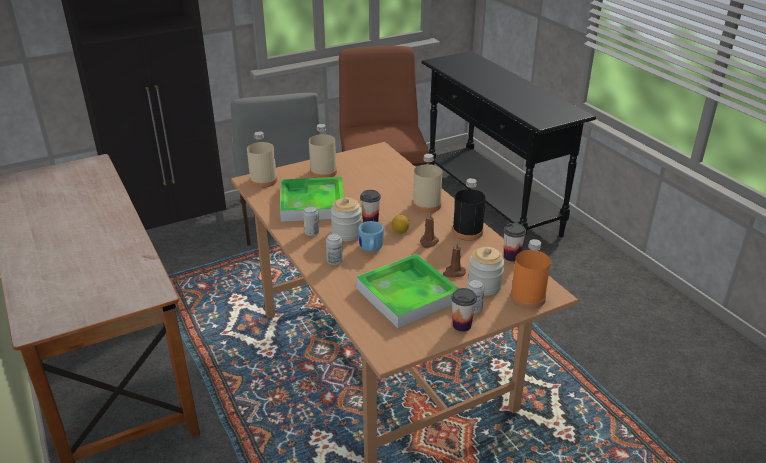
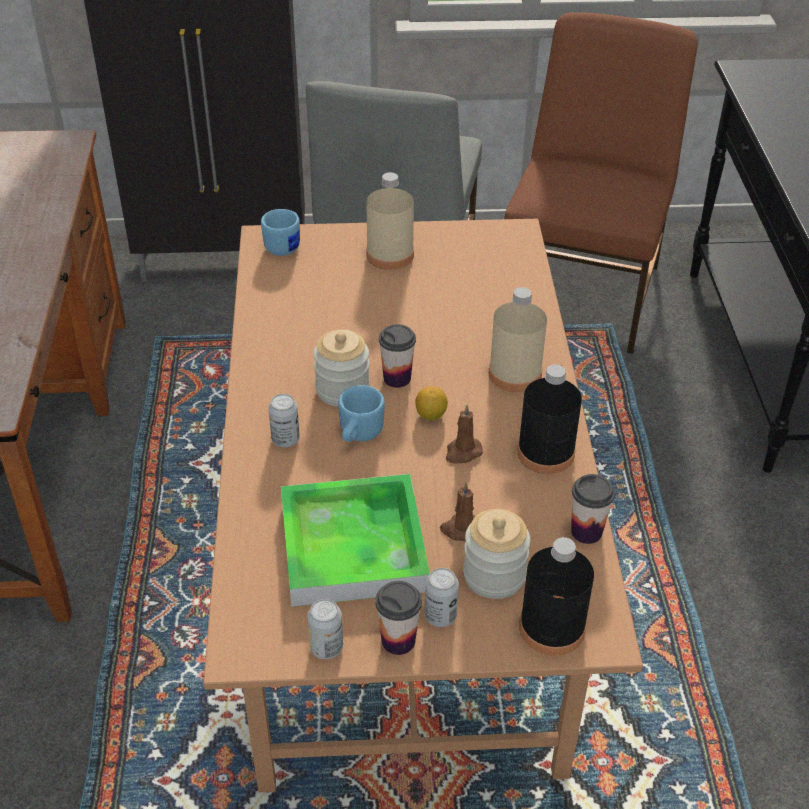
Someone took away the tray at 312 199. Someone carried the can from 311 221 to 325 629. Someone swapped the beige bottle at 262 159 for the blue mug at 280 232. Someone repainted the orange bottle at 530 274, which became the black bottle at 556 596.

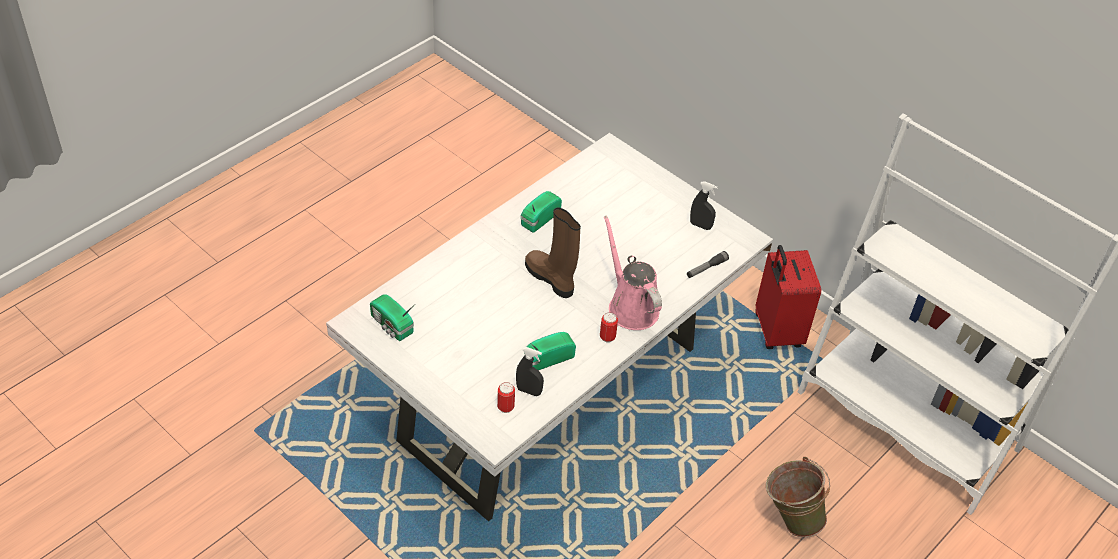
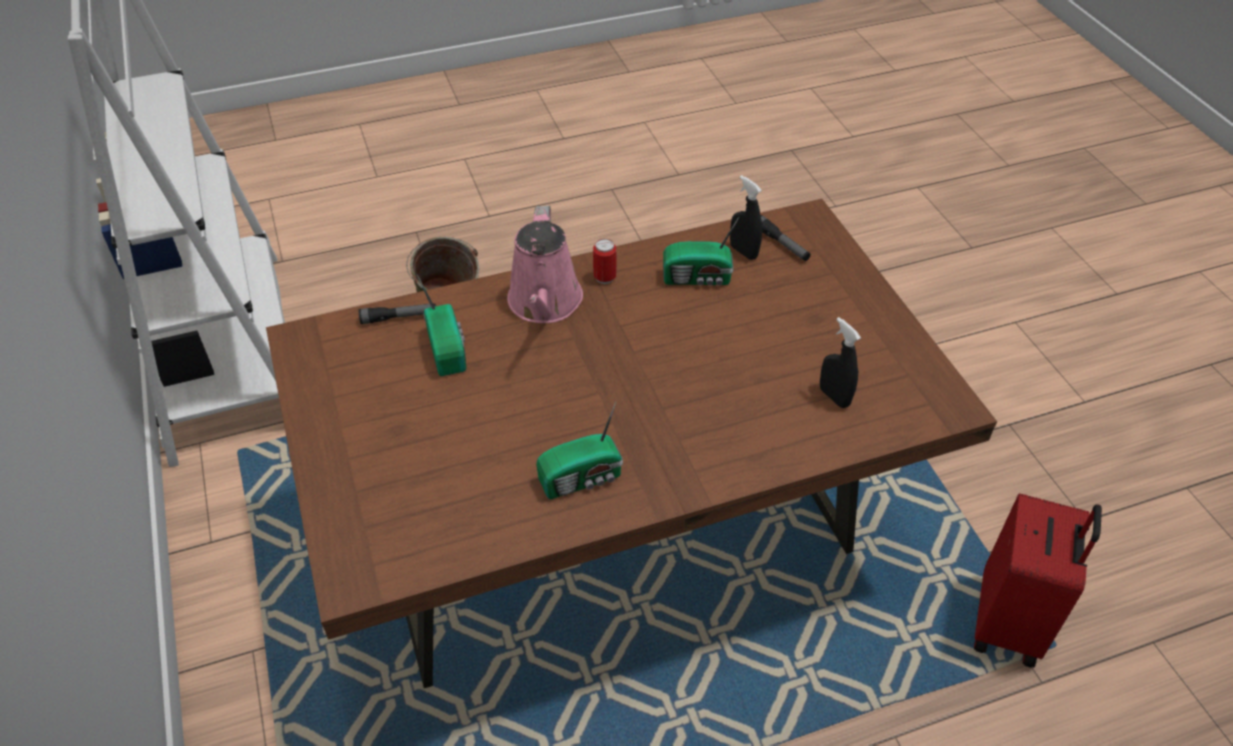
Someone took away the brown boot at 553 253. Someone carried the radio from 392 317 to 441 325. Someone carried the black spray bottle from 704 205 to 840 362. Someone carried the red suitcase from 788 297 to 1038 580. Someone swapped the can at 506 397 for the flashlight at 786 238. Someone repainted the white dining table at 549 327, which became the brown dining table at 631 443.

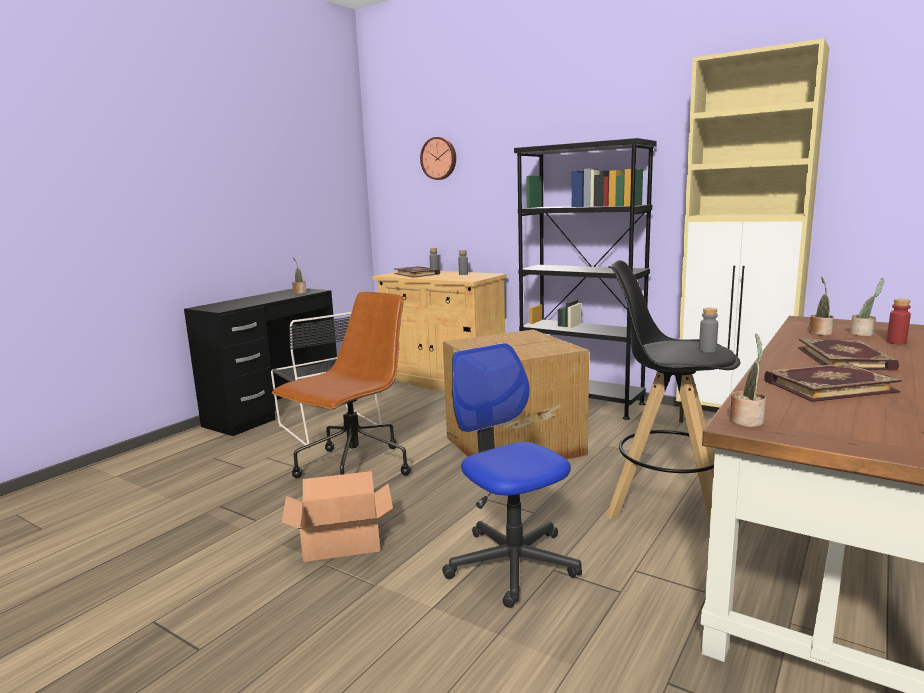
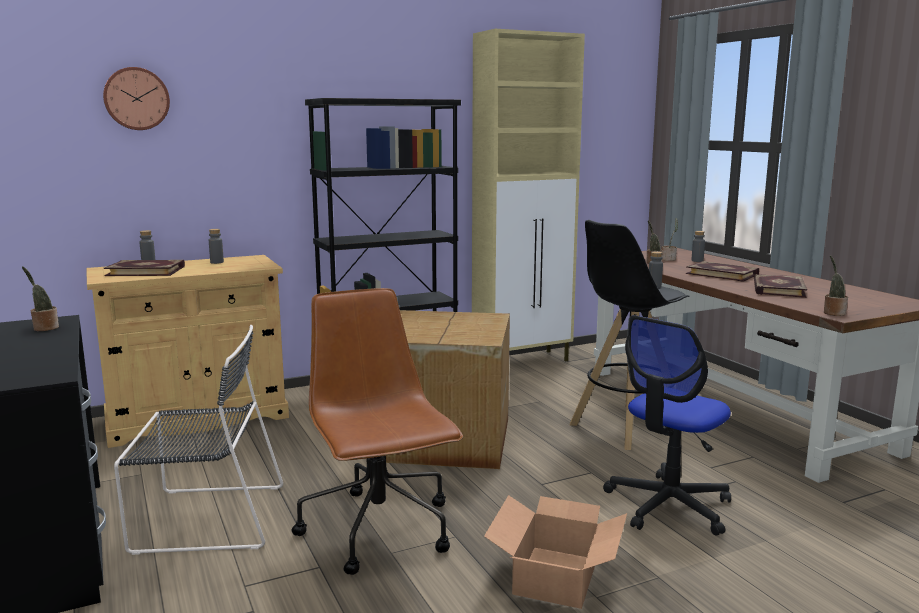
Someone repainted the red bottle at 899 321, which became the grey bottle at 698 246. Someone rotated the office chair at 512 475 by 45 degrees counterclockwise.

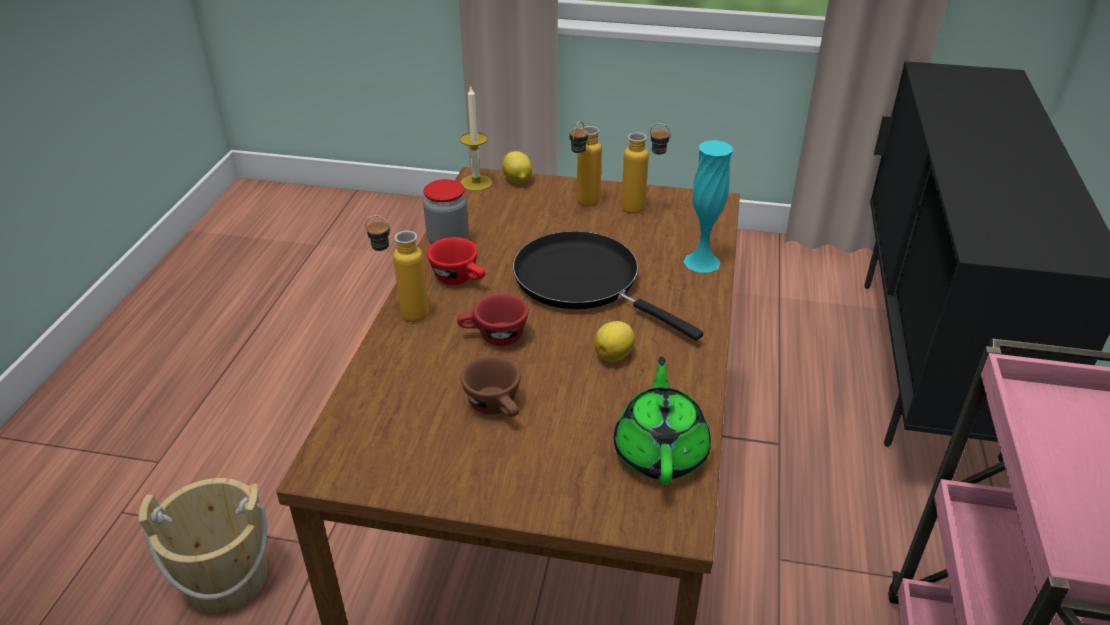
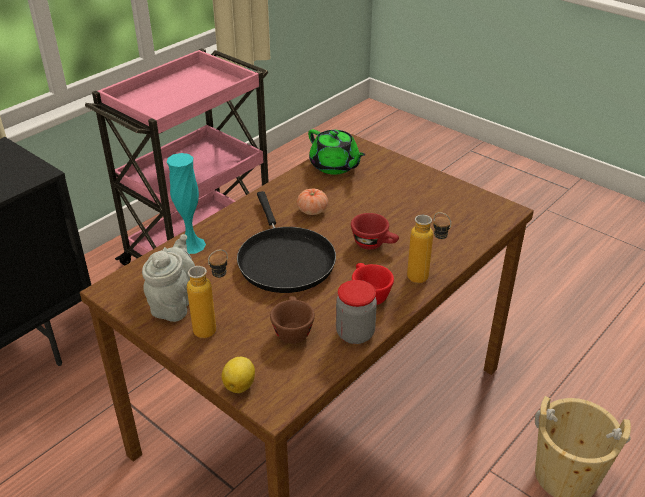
Someone took away the candle at 476 138. Someone carried the brown cup from 490 386 to 292 320. Someone swapped the lemon at 614 341 for the tomato at 312 201. Someone swapped the bottle at 646 168 for the grey teapot at 168 278. Someone rotated the green teapot at 662 421 by 75 degrees counterclockwise.

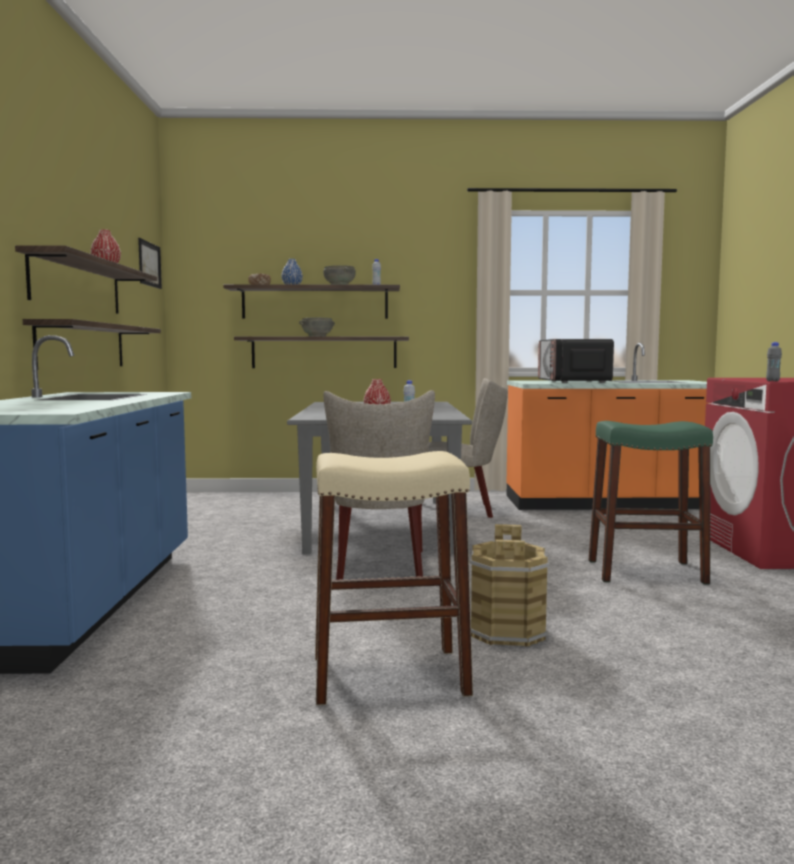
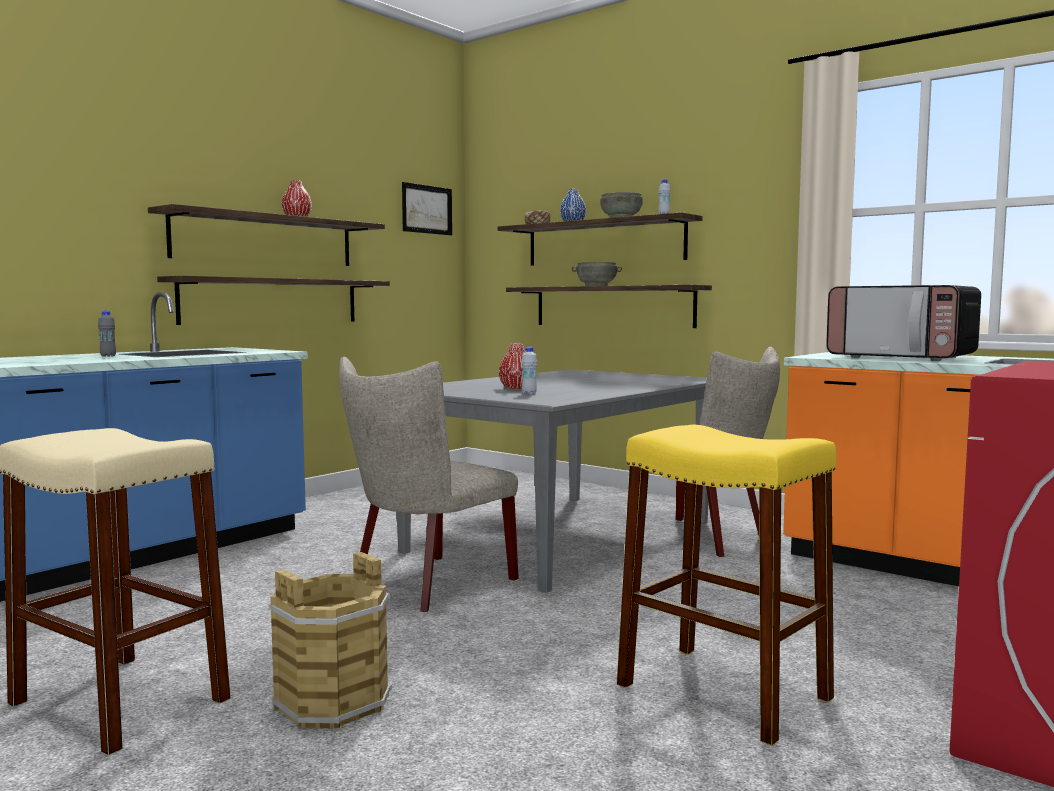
Someone carried the grey bottle from 774 361 to 107 333. Someone repainted the green stool at 651 502, which became the yellow stool at 726 585. Someone rotated the microwave at 576 361 by 90 degrees counterclockwise.

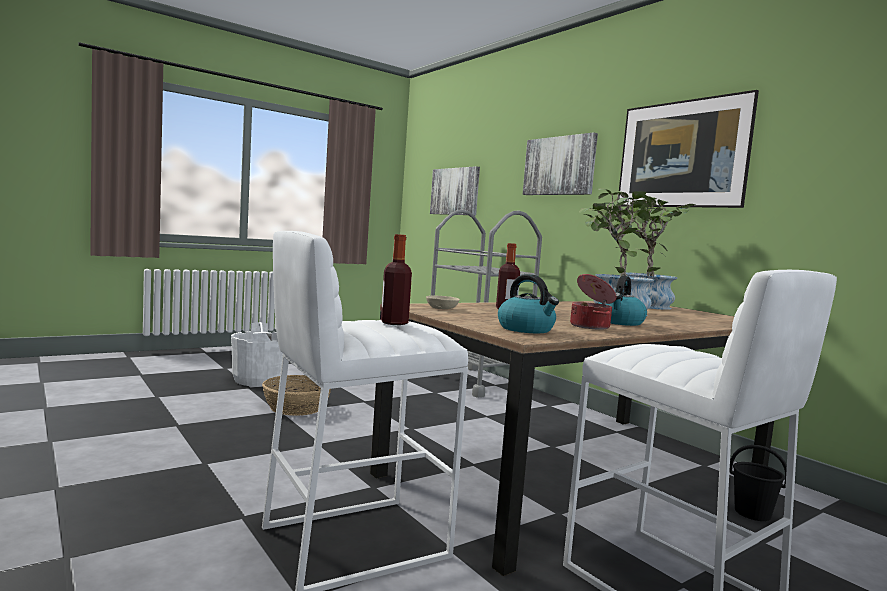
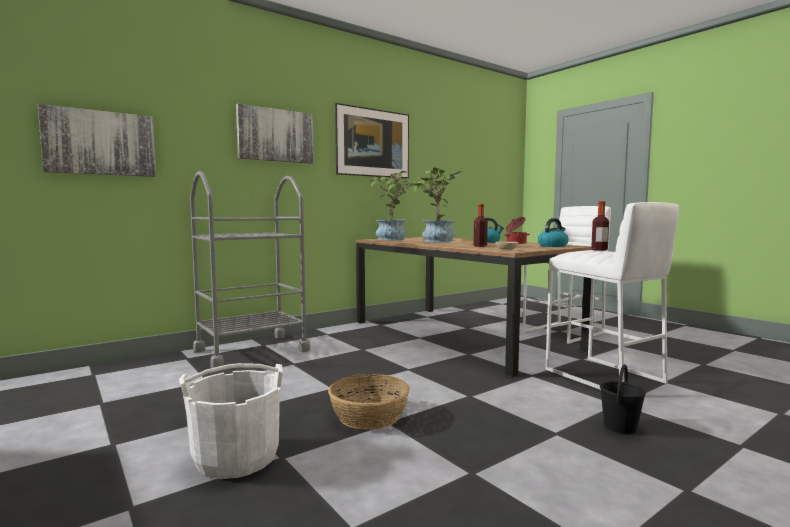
Someone carried the black bucket from 758 483 to 623 399.

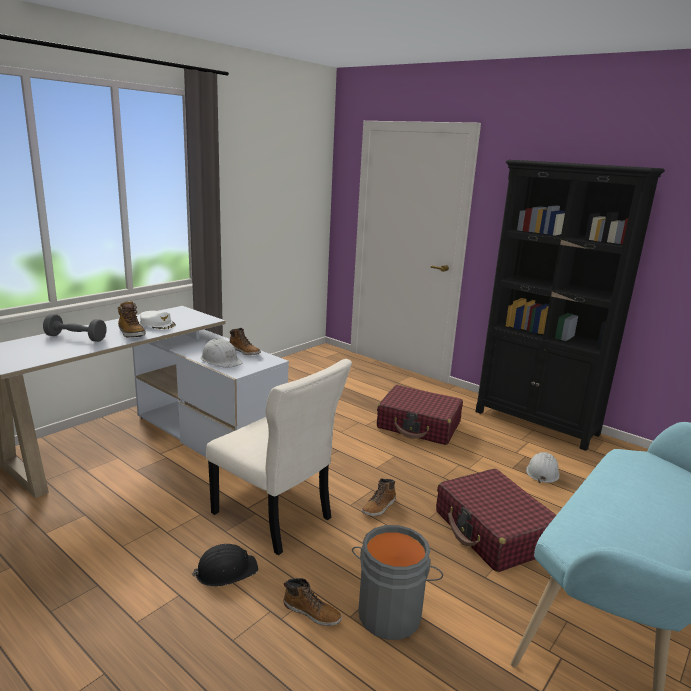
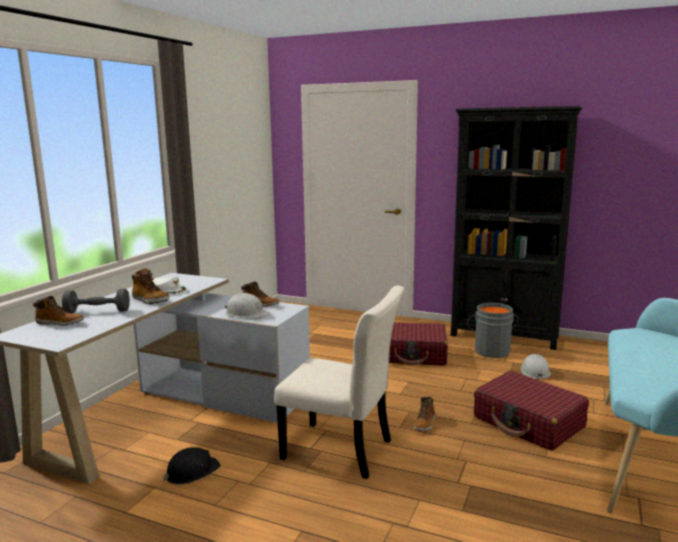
Someone carried the black hard hat from 225 565 to 192 465. Someone carried the boot from 313 602 to 58 311. Someone carried the grey bucket from 397 582 to 493 330.

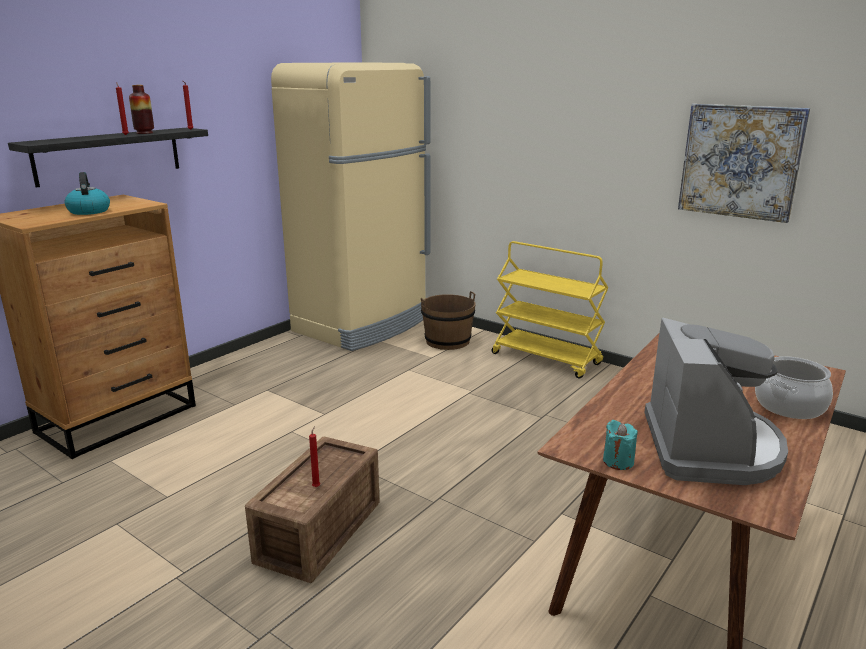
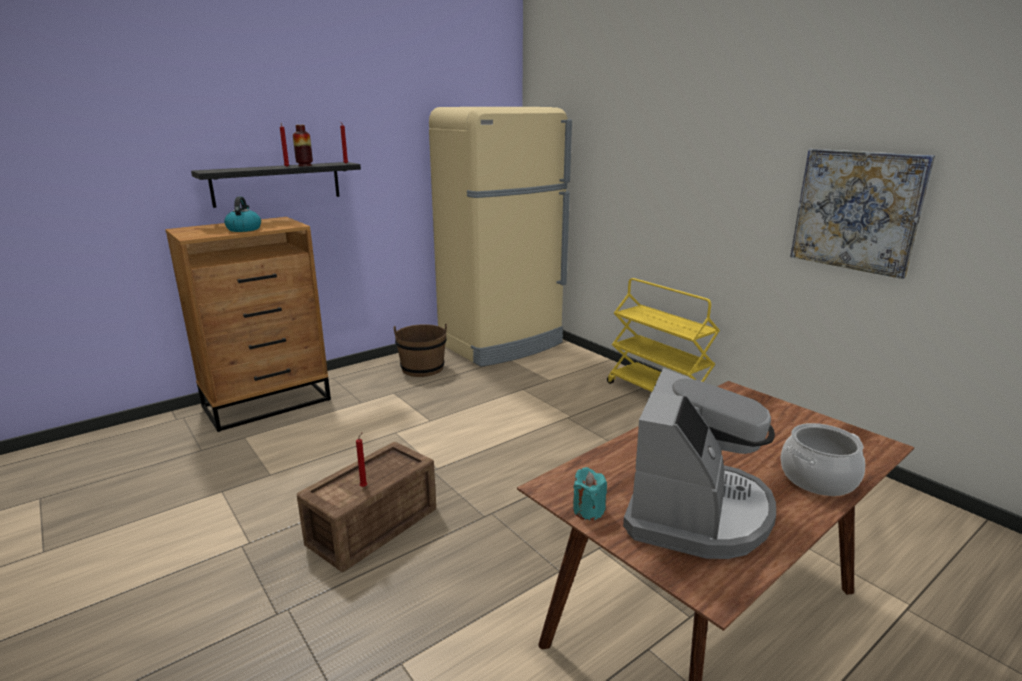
Someone carried the brown bucket from 448 320 to 420 350.

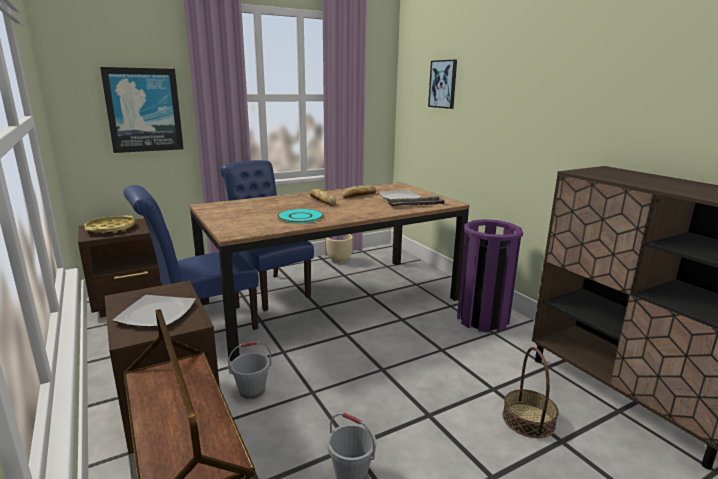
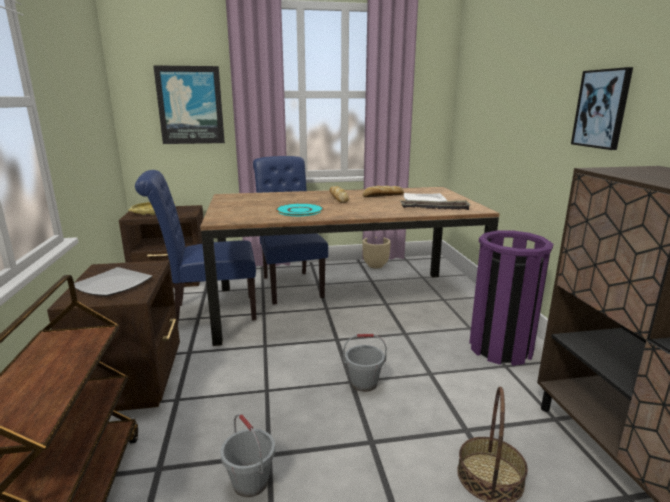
Someone carried the grey bucket from 249 370 to 365 363. Someone carried the picture from 442 84 to 602 108.

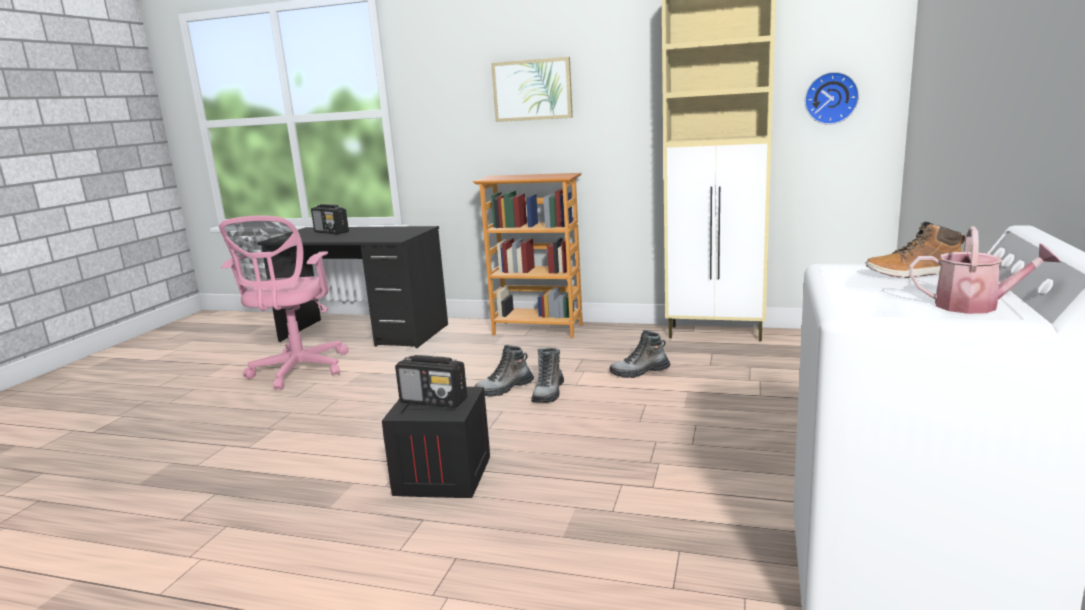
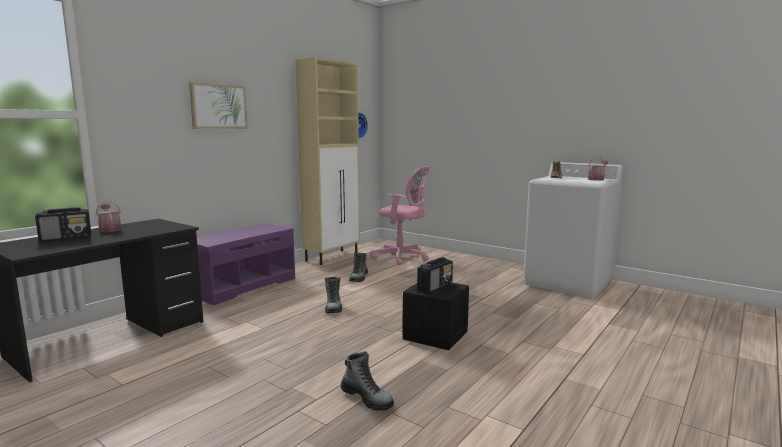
Someone put down the watering can at 109 216. Someone carried the pink office chair from 284 303 to 400 215. Someone carried the boot from 547 375 to 367 381. Someone swapped the bookcase at 528 255 for the purple bench at 246 264.

